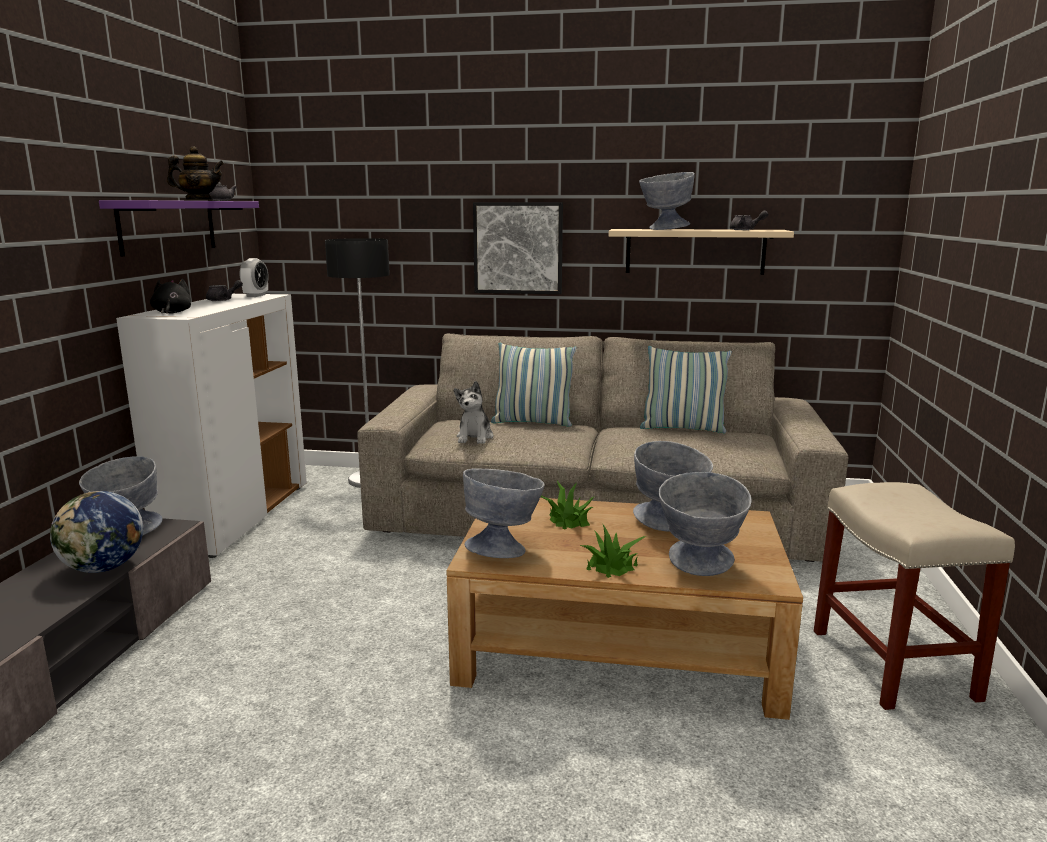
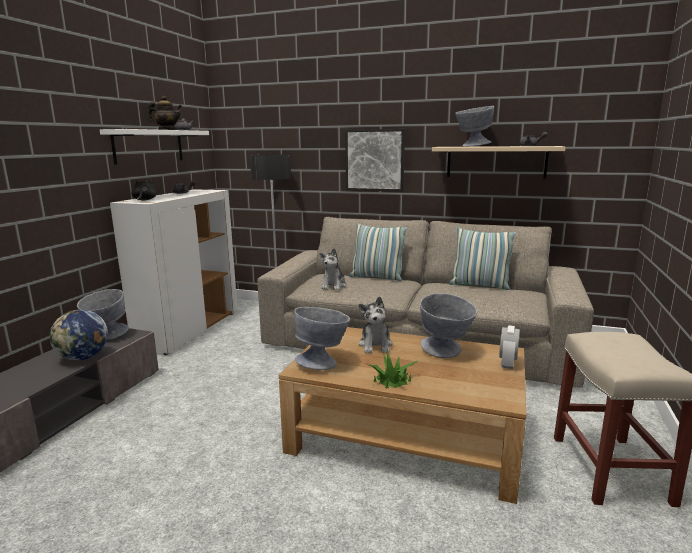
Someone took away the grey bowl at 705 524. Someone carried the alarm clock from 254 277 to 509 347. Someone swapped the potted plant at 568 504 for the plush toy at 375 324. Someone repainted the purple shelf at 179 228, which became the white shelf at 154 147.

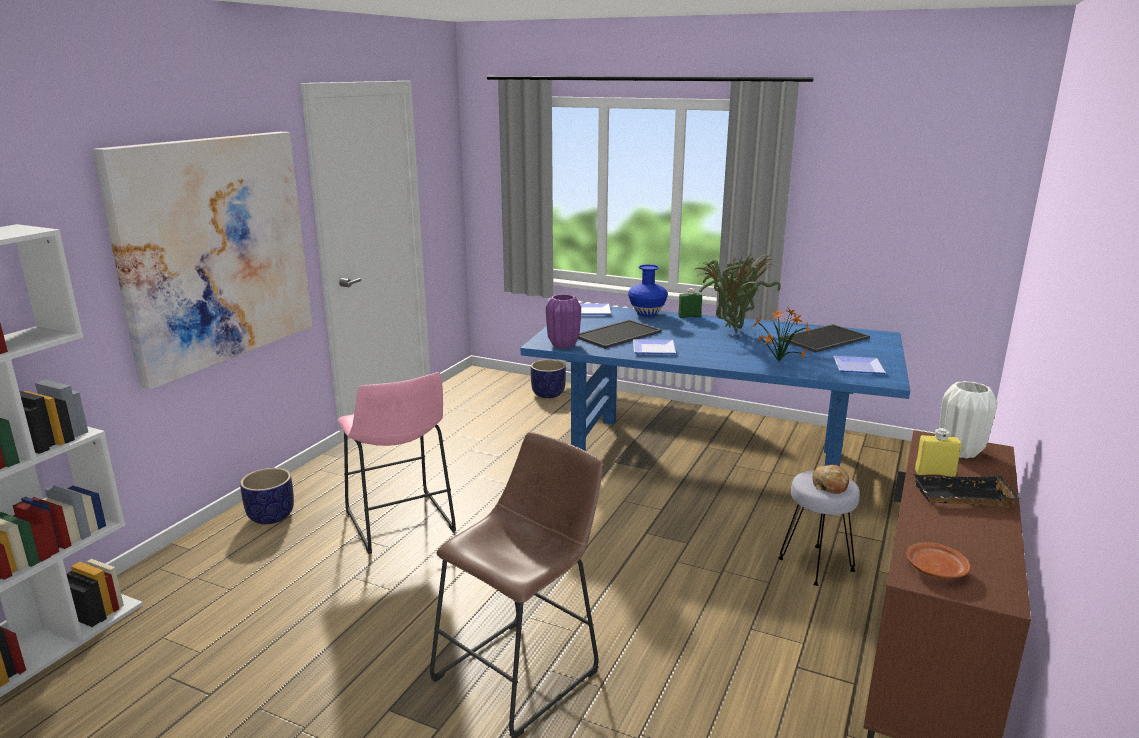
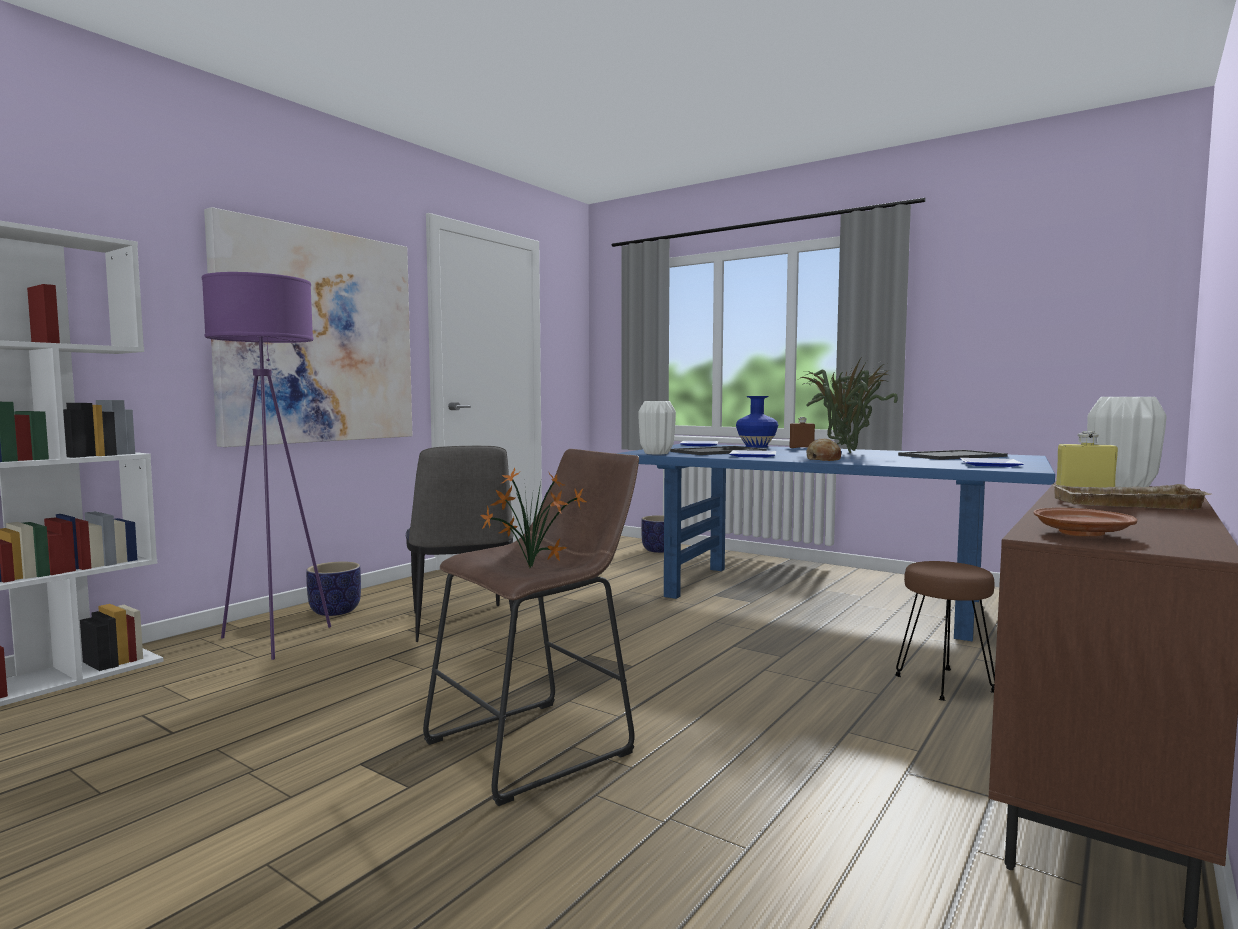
Someone put down the purple floor lamp at 266 466. Someone carried the potted plant from 781 335 to 533 517. Someone carried the bread from 830 479 to 824 450. Someone swapped the pink stool at 396 463 for the chair at 461 544. Someone repainted the purple vase at 563 321, which became the white vase at 657 427. Someone repainted the green bottle at 690 303, which became the brown bottle at 802 432. Someone repainted the grey stool at 819 528, which became the brown stool at 945 631. Someone repainted the black tray at 966 490, which became the beige tray at 1131 497.

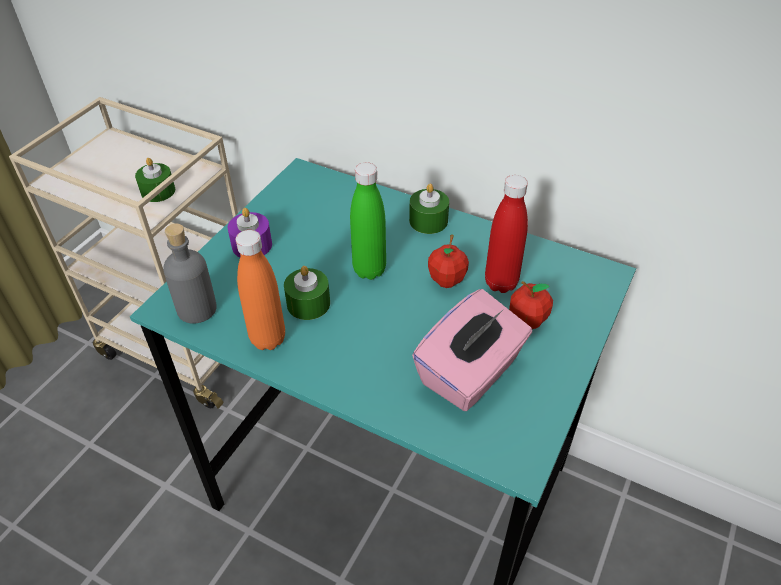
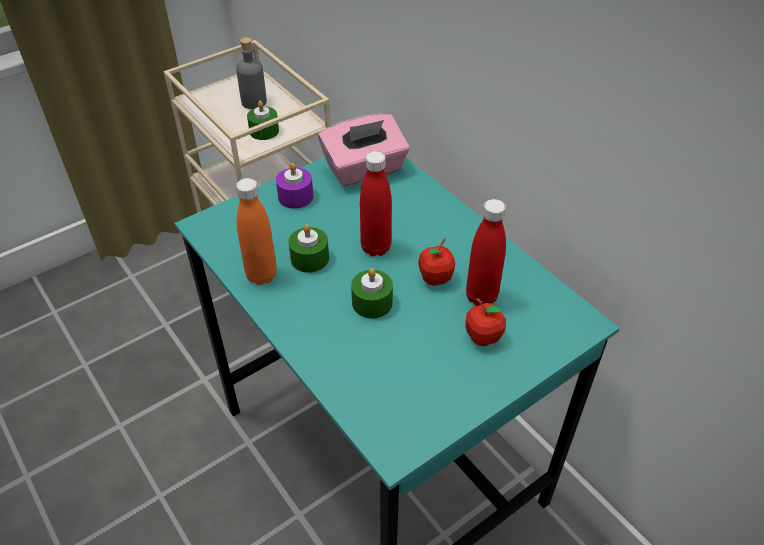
Someone carried the grey bottle from 190 274 to 251 73. Someone carried the green candle from 429 208 to 372 293. Someone carried the pink tissue box from 472 350 to 364 150. Someone repainted the green bottle at 368 221, which became the red bottle at 376 203.

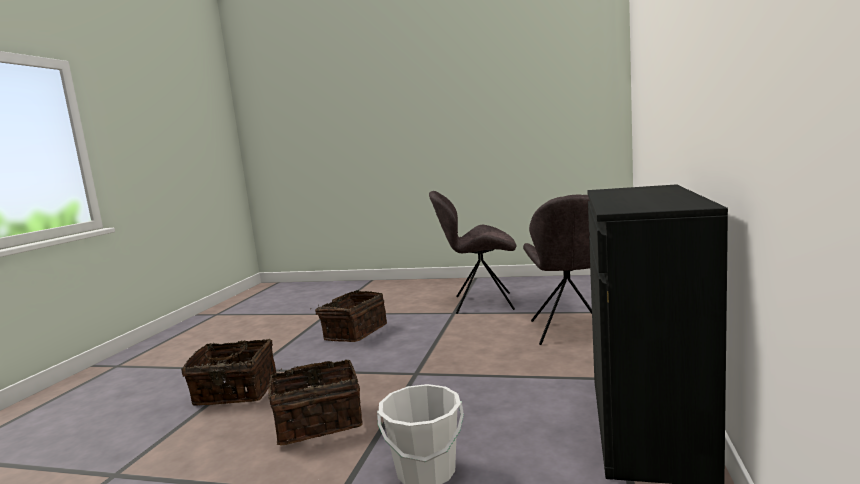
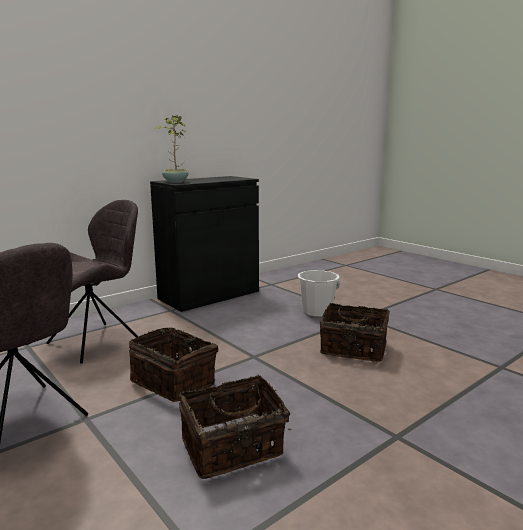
Someone put down the potted plant at 172 149. Someone carried the basket from 228 372 to 173 364.

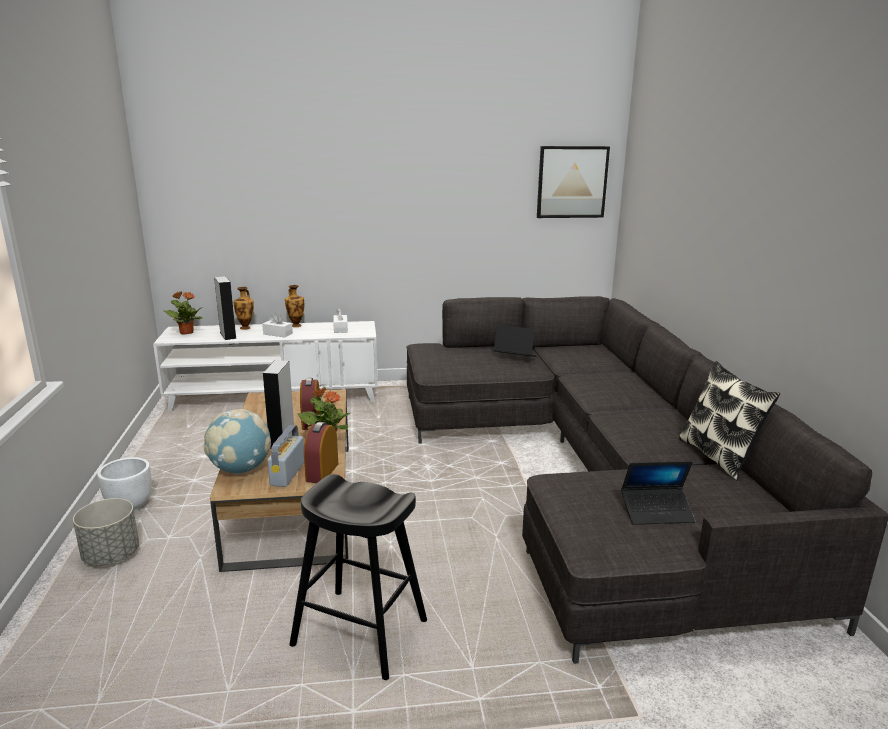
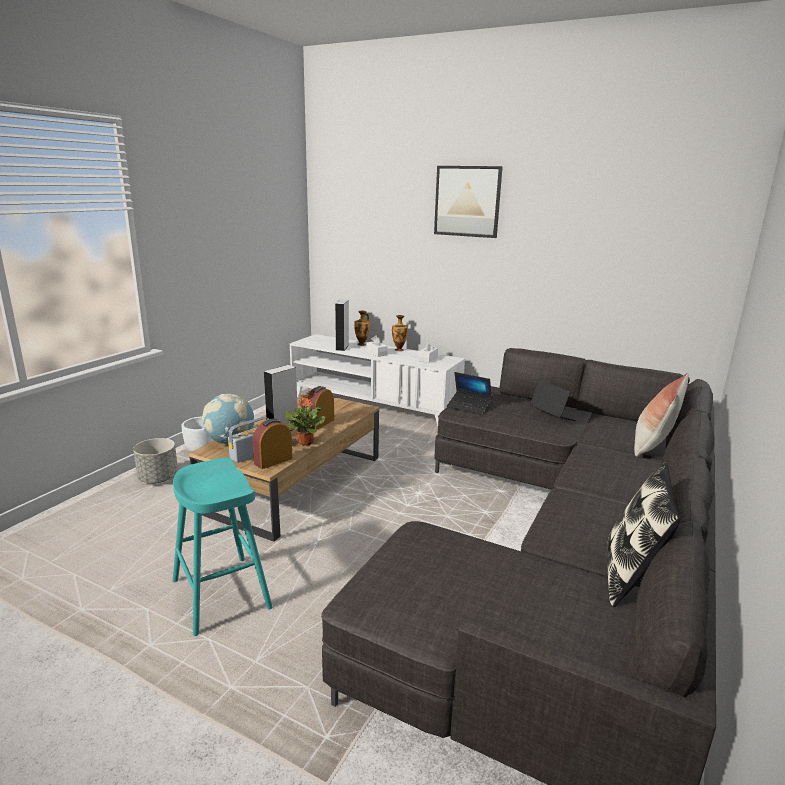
Someone took away the potted plant at 183 313. Someone put down the pillow at 661 415. Someone carried the picture from 573 182 to 468 202. Someone carried the laptop from 658 493 to 469 393. Someone repainted the black stool at 358 577, which became the turquoise stool at 223 547.

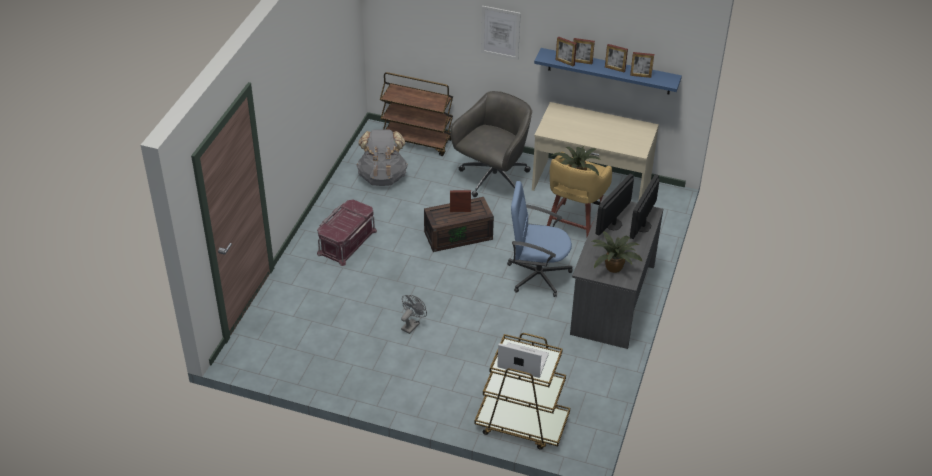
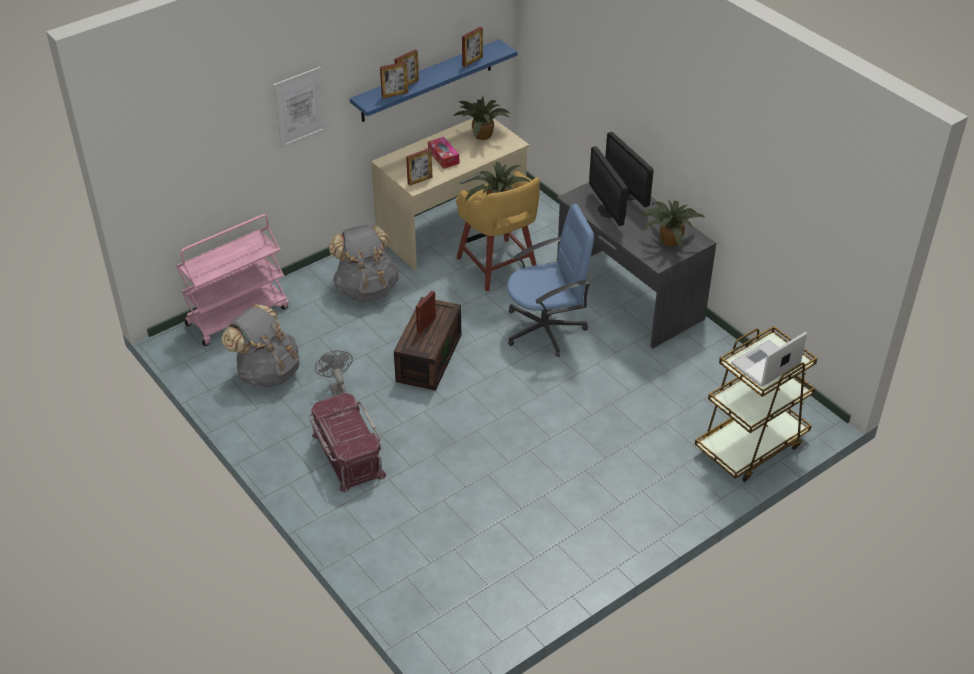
Someone put down the tissue box at 443 153. Someone put down the potted plant at 481 118. Someone carried the grey fan from 414 314 to 334 373. Someone carried the picture frame from 616 58 to 419 167. Someone swapped the grey office chair at 491 144 for the grey backpack at 364 263. Someone repainted the brown cart at 416 114, which became the pink cart at 232 280. Someone rotated the blue office chair at 539 239 by 150 degrees counterclockwise.

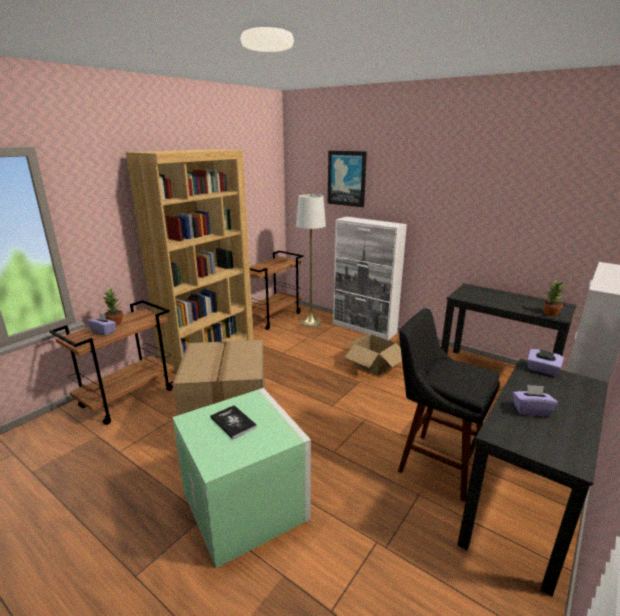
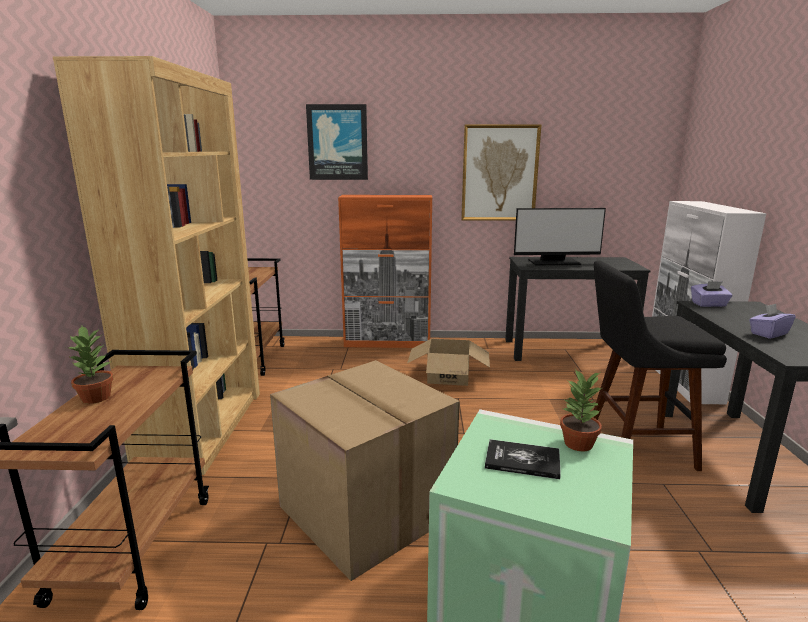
Someone took away the purple tissue box at 101 325. Someone took away the white floor lamp at 311 260. Someone put up the picture at 501 173. Someone put down the monitor at 560 236. Someone carried the potted plant from 554 298 to 581 410. Someone repainted the white cabinet at 370 278, which became the orange cabinet at 385 271.

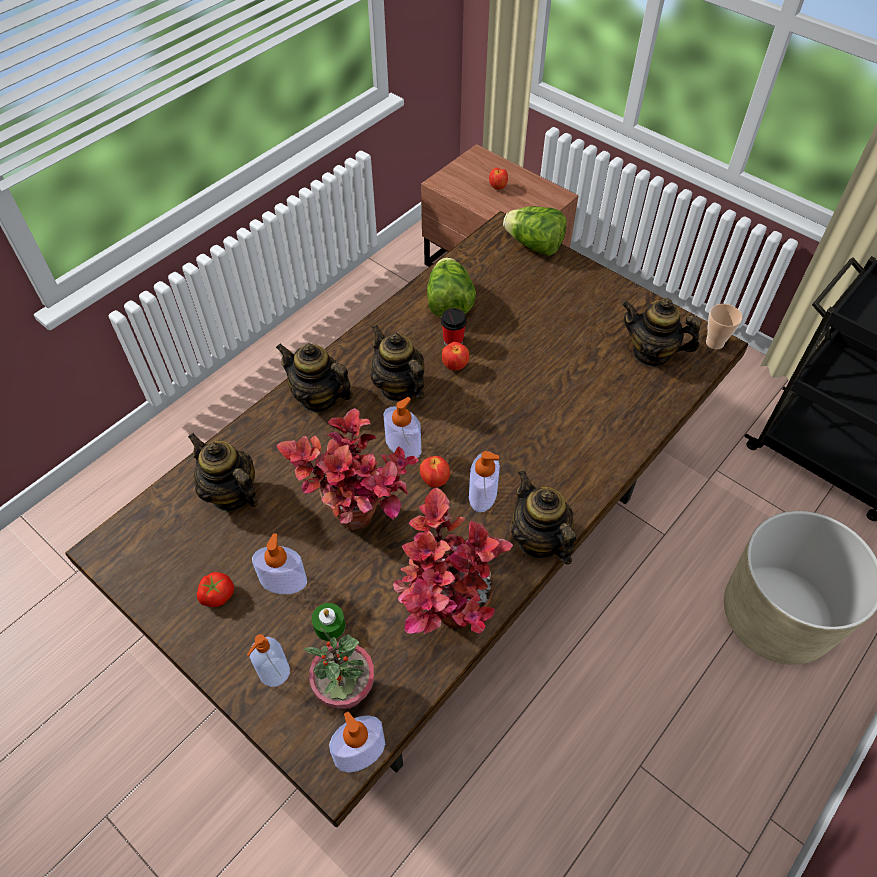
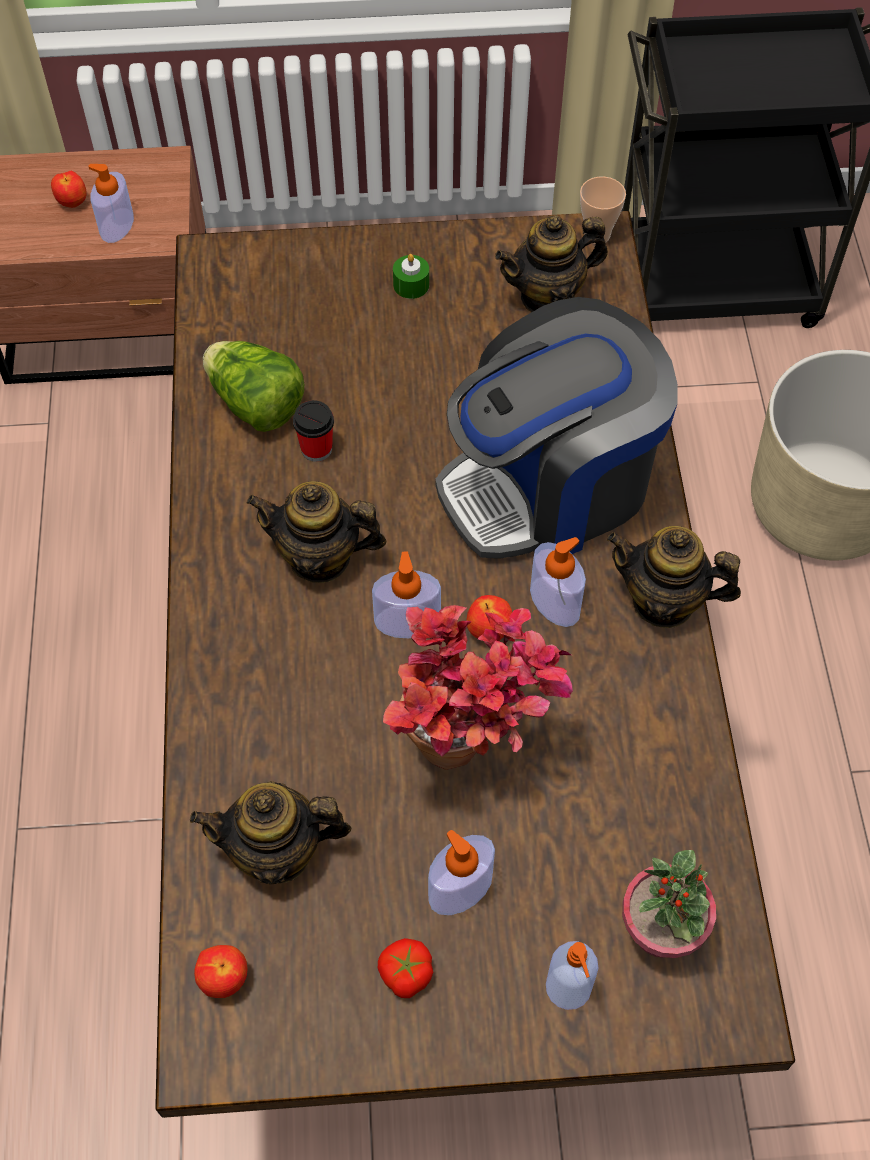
Someone took away the teapot at 314 378. Someone took away the potted plant at 453 560. Someone took away the lettuce at 535 231. Someone put down the coffee machine at 556 428. Someone carried the green candle from 328 622 to 411 276. Someone carried the soap dispenser from 357 742 to 111 203. Someone carried the apple from 456 355 to 221 971.

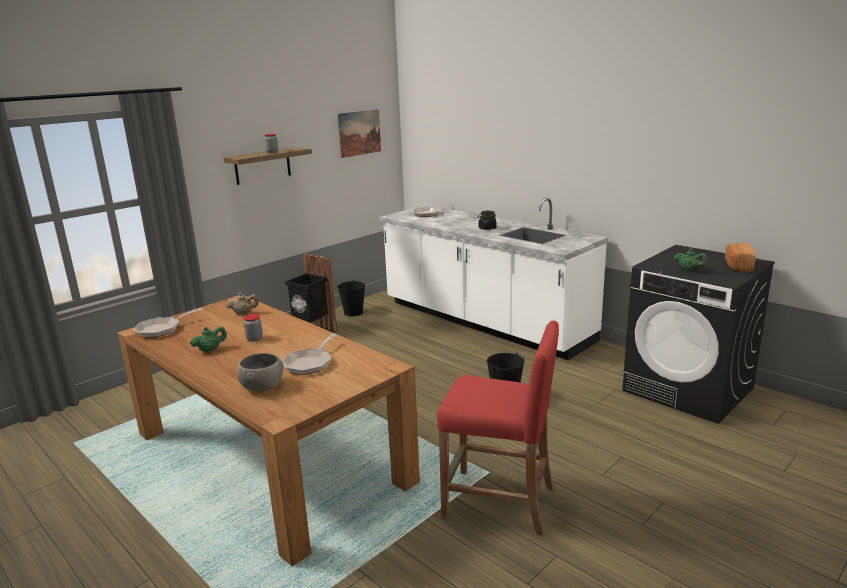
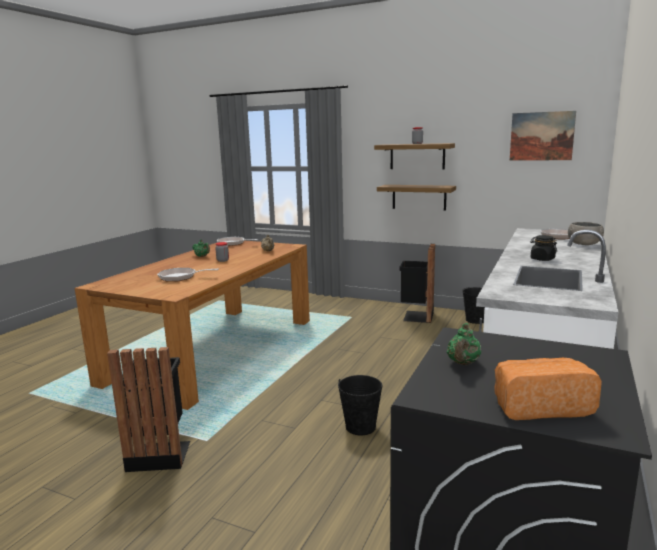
Someone put up the shelf at 416 198. Someone carried the grey bowl from 260 372 to 586 233. Someone swapped the red stool at 498 428 for the black trash can at 148 409.

